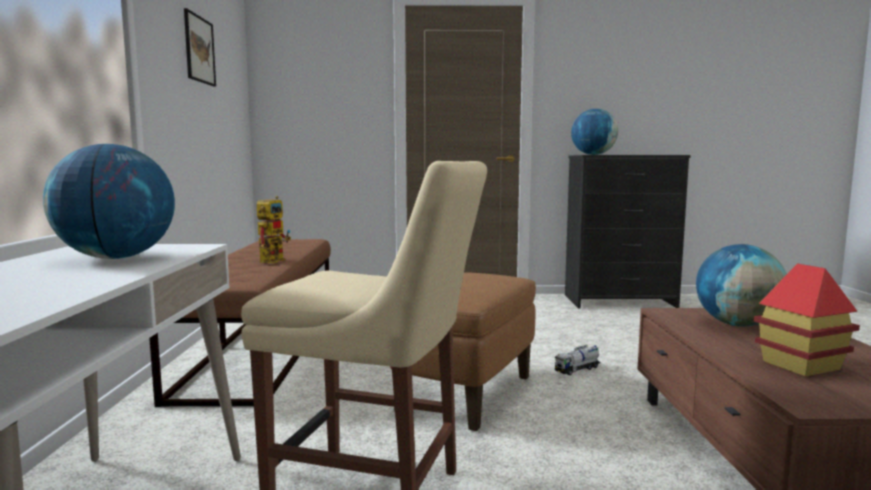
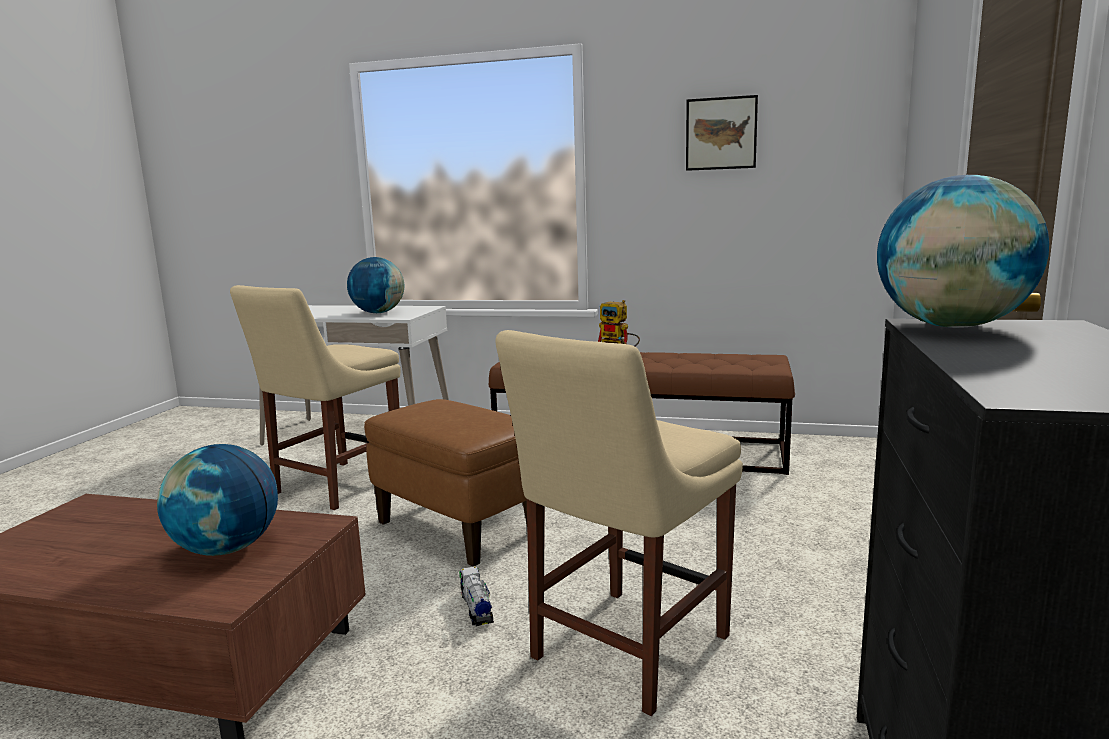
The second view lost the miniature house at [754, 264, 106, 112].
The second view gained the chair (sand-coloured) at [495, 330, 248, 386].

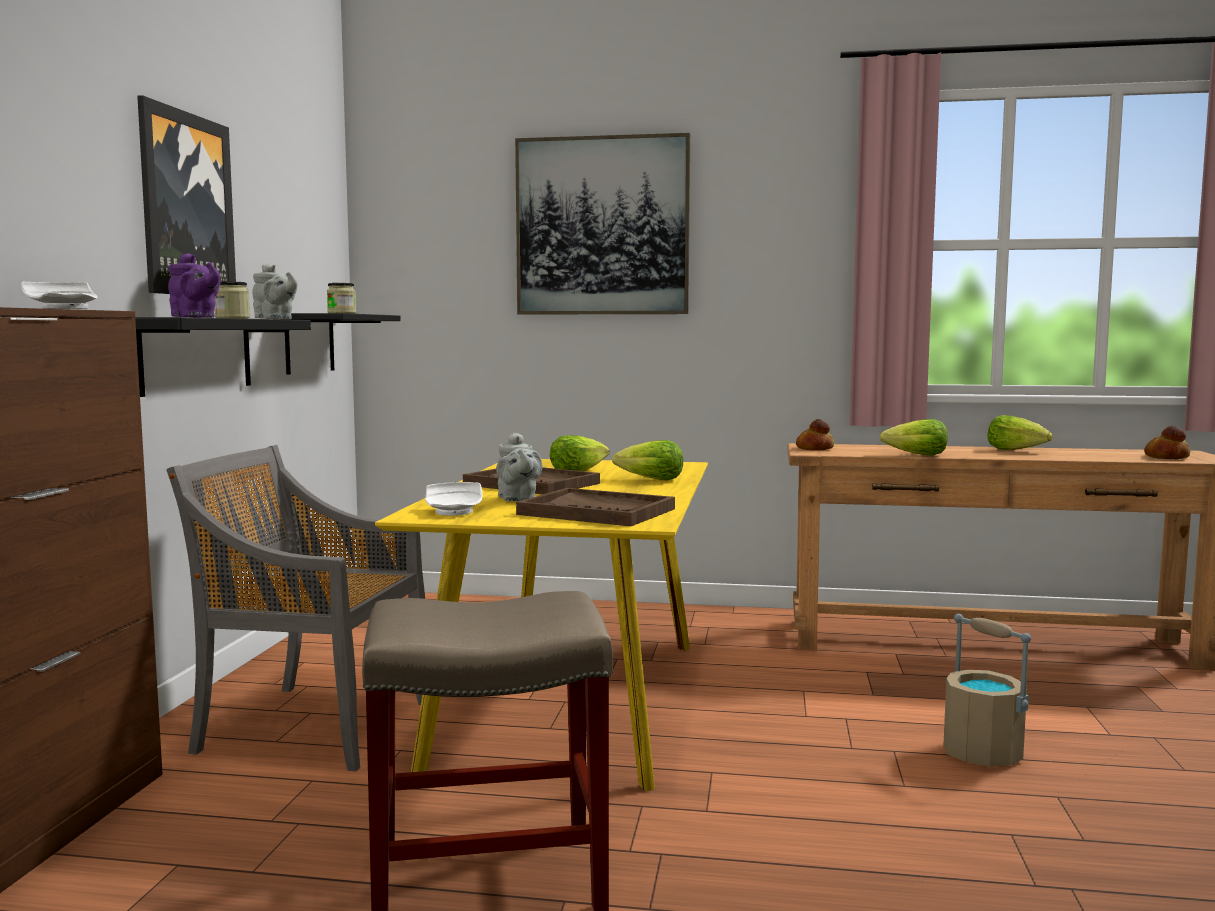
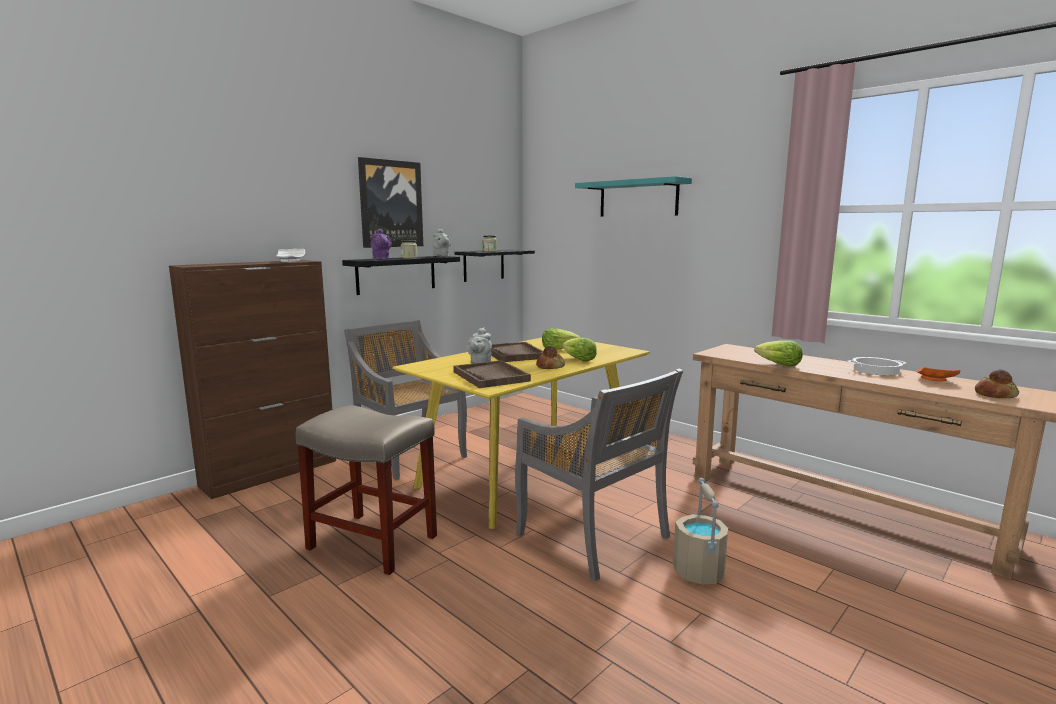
Where the wall picture hung at [515, 133, 175, 182], the bracket shelf (turquoise) came to hang at [575, 176, 117, 41].
Where the lettuce stood at [987, 415, 66, 35], the cooking pot came to stand at [848, 357, 58, 19].
The baked bread ended up elsewhere, having gone from [796, 419, 38, 31] to [536, 346, 29, 23].
The second view lost the dinner plate (whitish) at [425, 482, 58, 34].
The second view gained the dinner plate (orangey) at [917, 367, 44, 14].
The second view gained the chair (gray) at [515, 369, 168, 212].

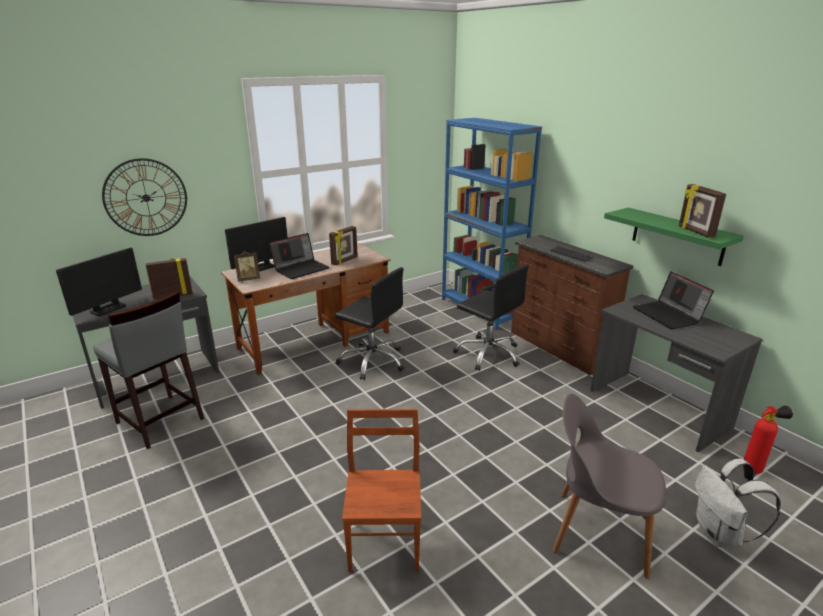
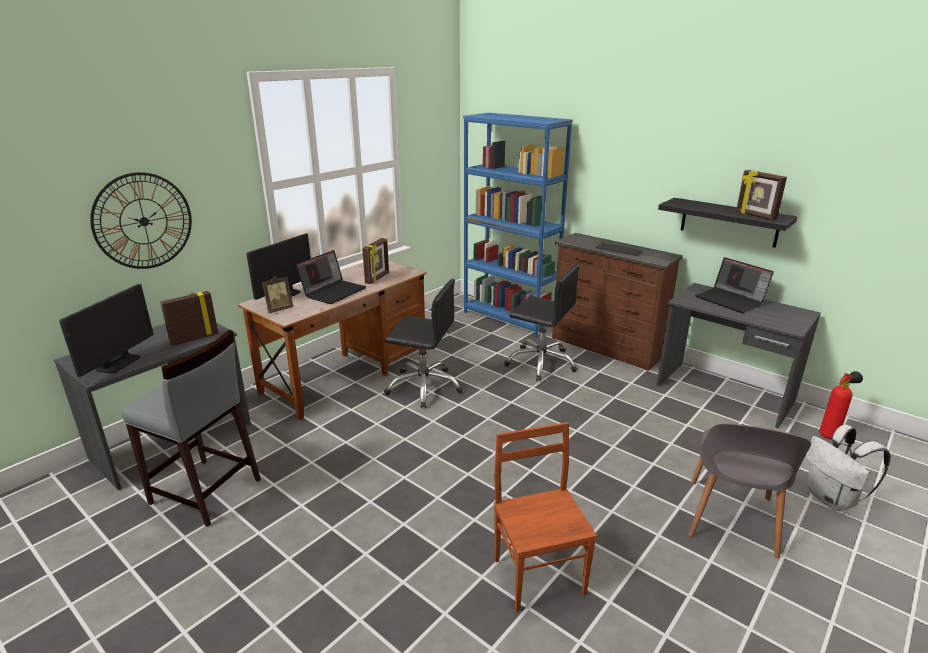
What was the bracket shelf (greenish) at [604, 208, 140, 58] turned into the bracket shelf (black) at [658, 198, 139, 50].
The chair (gray) at [553, 394, 113, 185] ended up facing another way, 75 degrees counterclockwise from before.

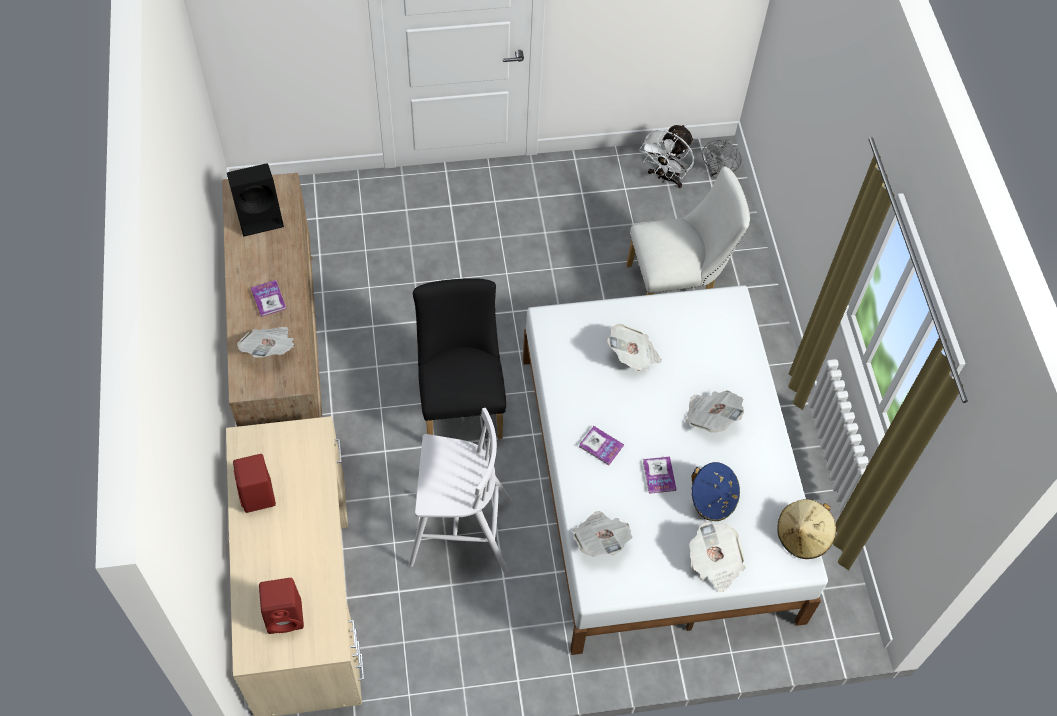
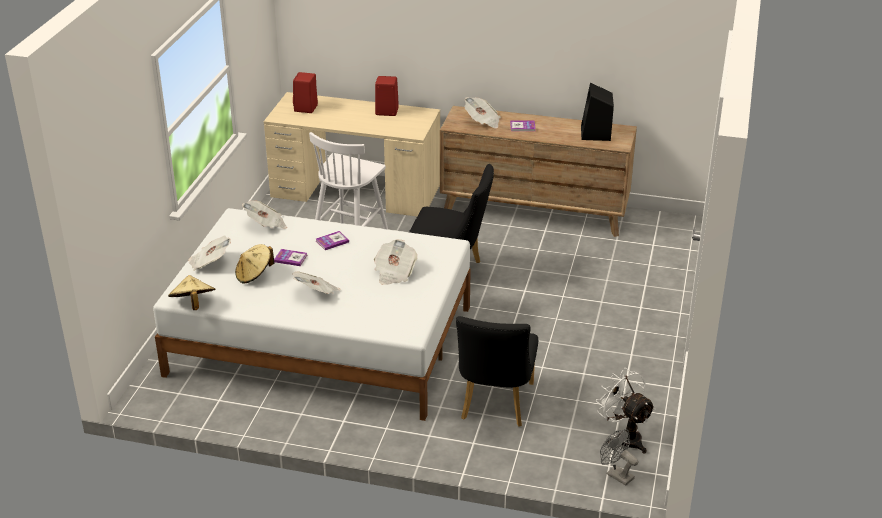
What was the chair (whitish) at [626, 166, 124, 129] turned into the chair (black) at [456, 316, 82, 111].
What was the clothing hat (blue) at [691, 462, 49, 59] turned into the clothing hat (sand-coloured) at [235, 244, 39, 40].

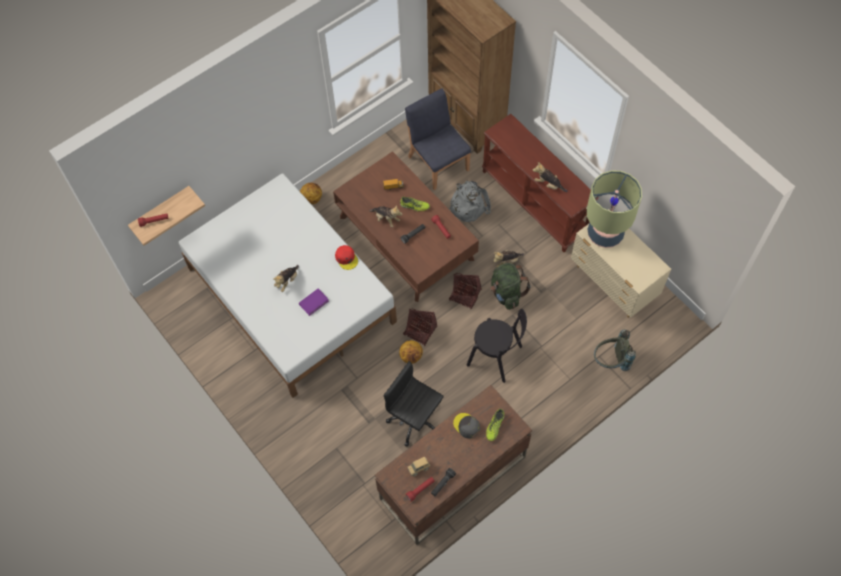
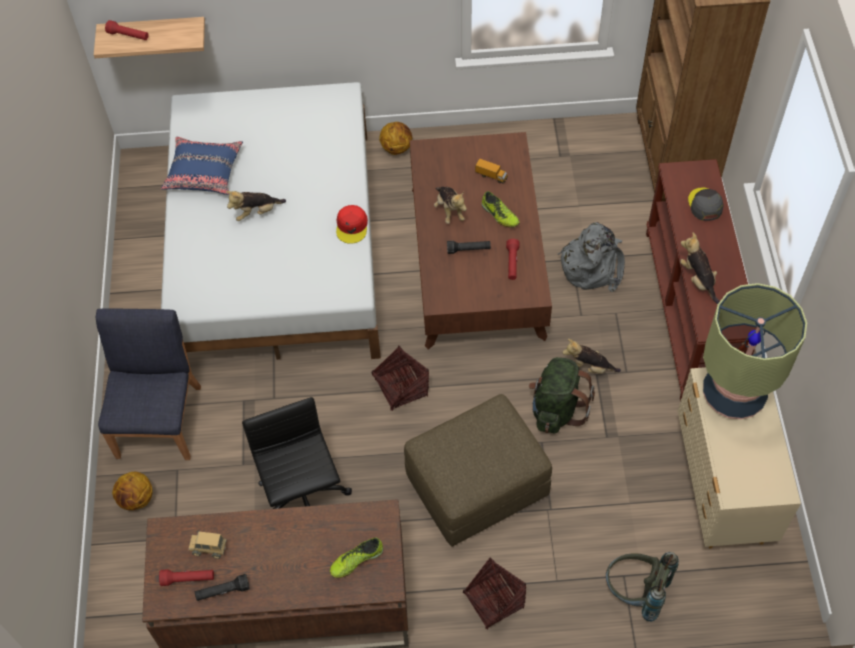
The chair (blue) ended up elsewhere, having gone from [405, 88, 66, 102] to [96, 309, 105, 151].
The basket ended up elsewhere, having gone from [449, 273, 32, 36] to [463, 557, 63, 72].
The second view lost the book (purplish) at [299, 288, 30, 28].
Where the chair (black) stood at [467, 309, 60, 74], the footrest (brownish) came to stand at [404, 394, 148, 153].
The basketball ended up elsewhere, having gone from [399, 340, 24, 24] to [112, 472, 41, 38].
The peaked cap (gray) ended up elsewhere, having gone from [453, 413, 27, 26] to [688, 188, 36, 33].
The second view gained the cushion (blue) at [161, 137, 82, 58].

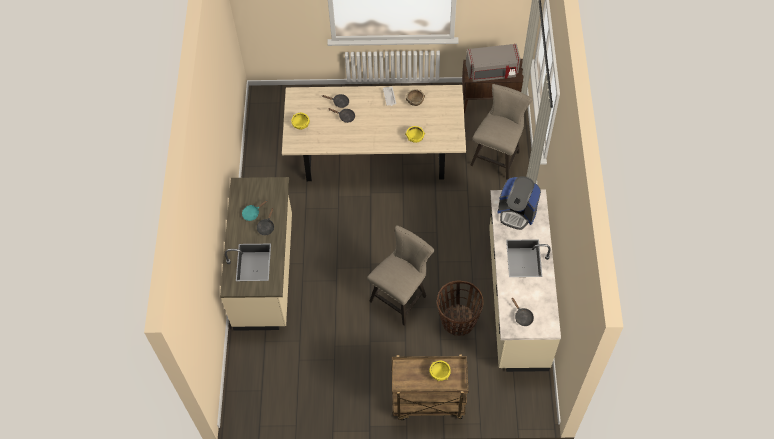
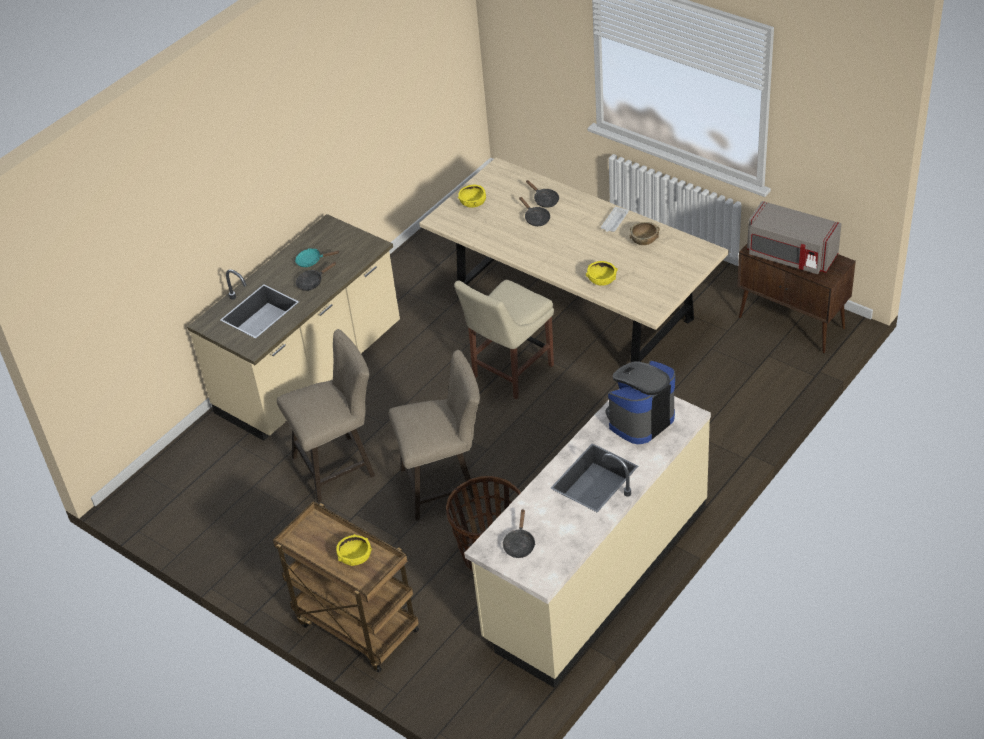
The stool seat (sand-coloured) ended up elsewhere, having gone from [470, 84, 63, 96] to [277, 329, 98, 174].
The coffee brewer at [497, 176, 44, 54] ended up facing another way, 75 degrees clockwise from before.
The second view gained the chair (sand-coloured) at [454, 280, 100, 120].

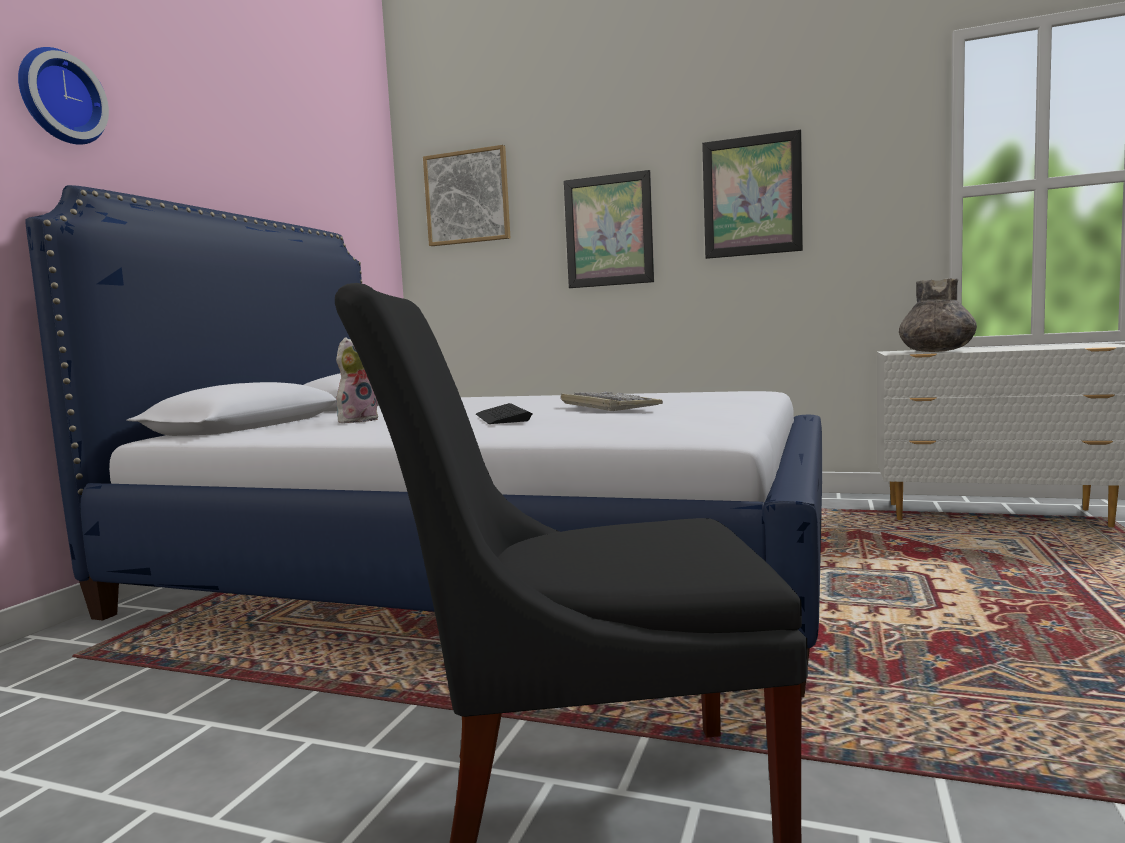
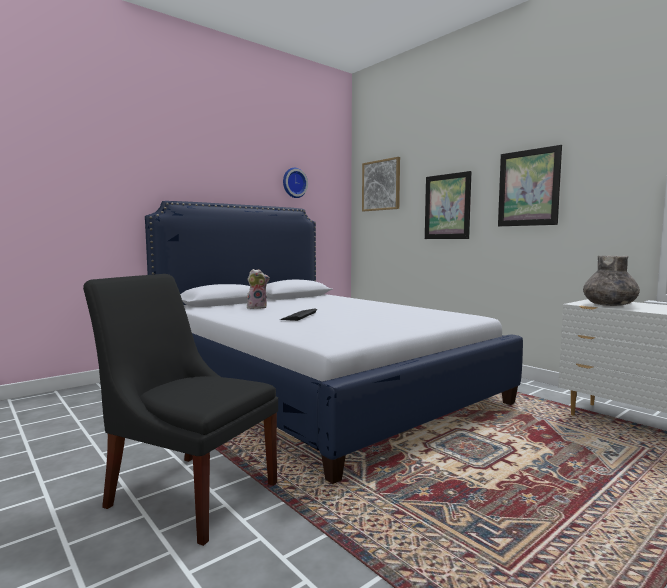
The wall clock ended up elsewhere, having gone from [18, 47, 91, 98] to [283, 168, 25, 30].
The second view lost the PC keyboard at [561, 391, 102, 20].

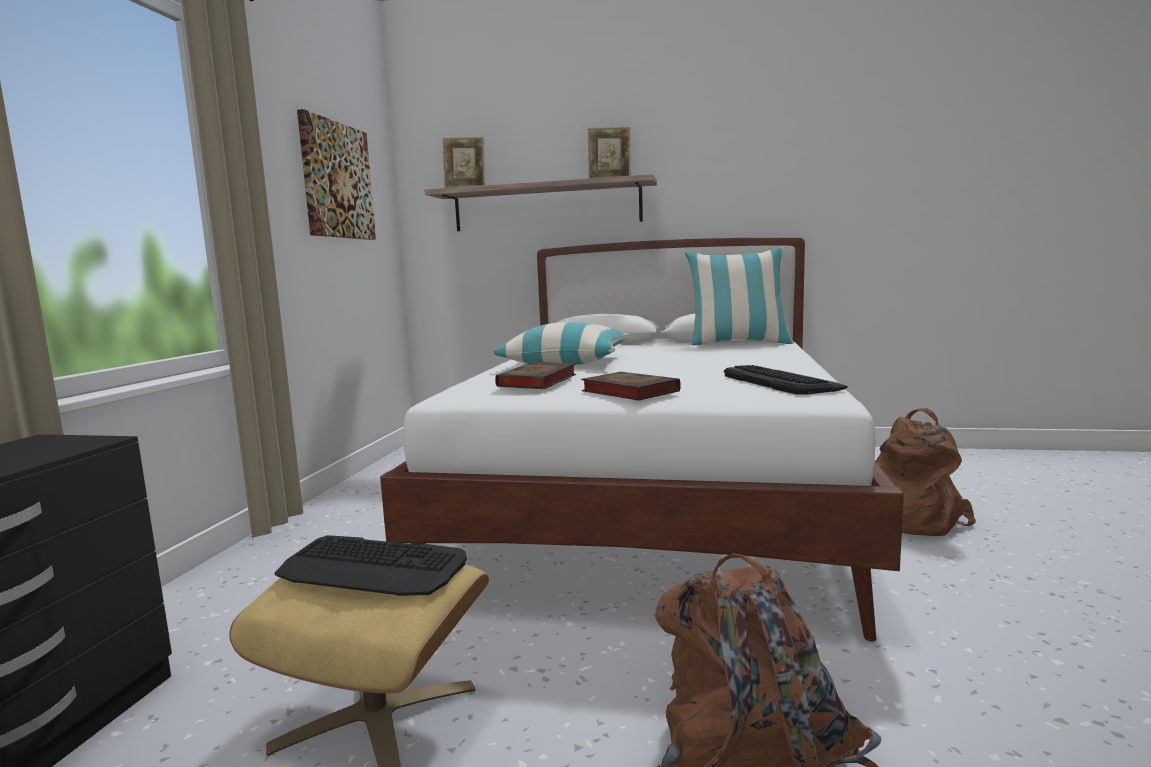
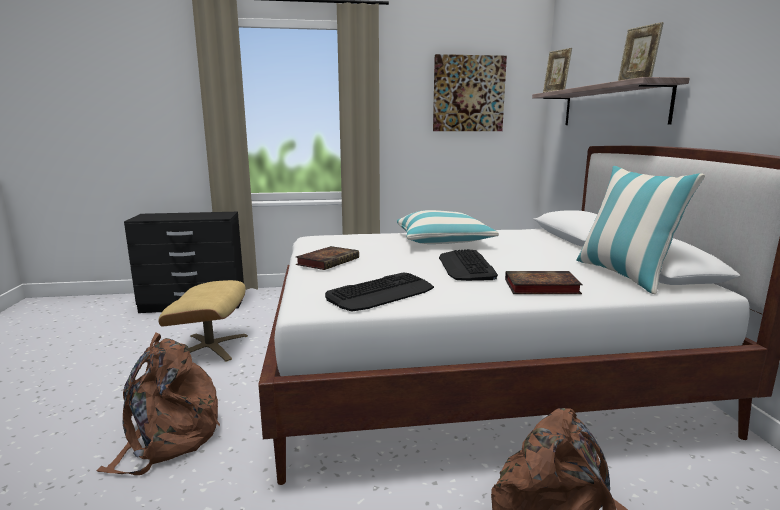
The book ended up elsewhere, having gone from [495, 362, 81, 27] to [505, 271, 78, 23].
The PC keyboard ended up elsewhere, having gone from [275, 535, 192, 61] to [439, 249, 59, 32].

